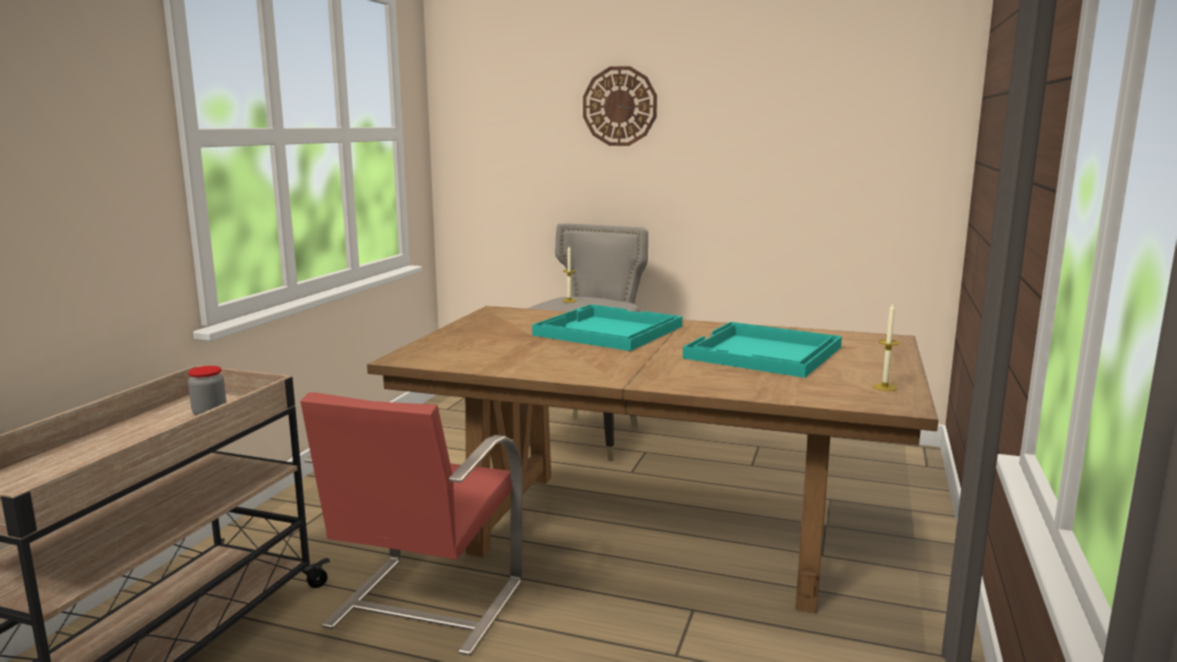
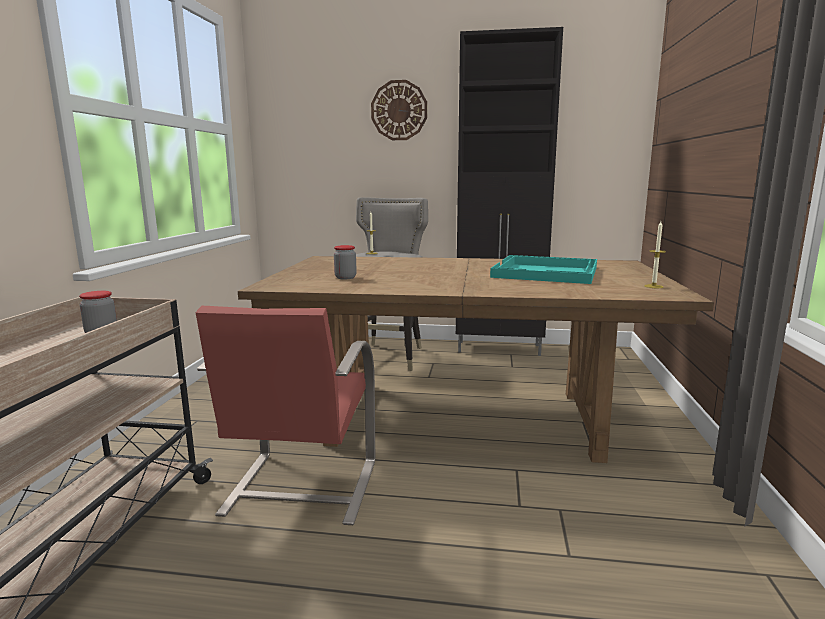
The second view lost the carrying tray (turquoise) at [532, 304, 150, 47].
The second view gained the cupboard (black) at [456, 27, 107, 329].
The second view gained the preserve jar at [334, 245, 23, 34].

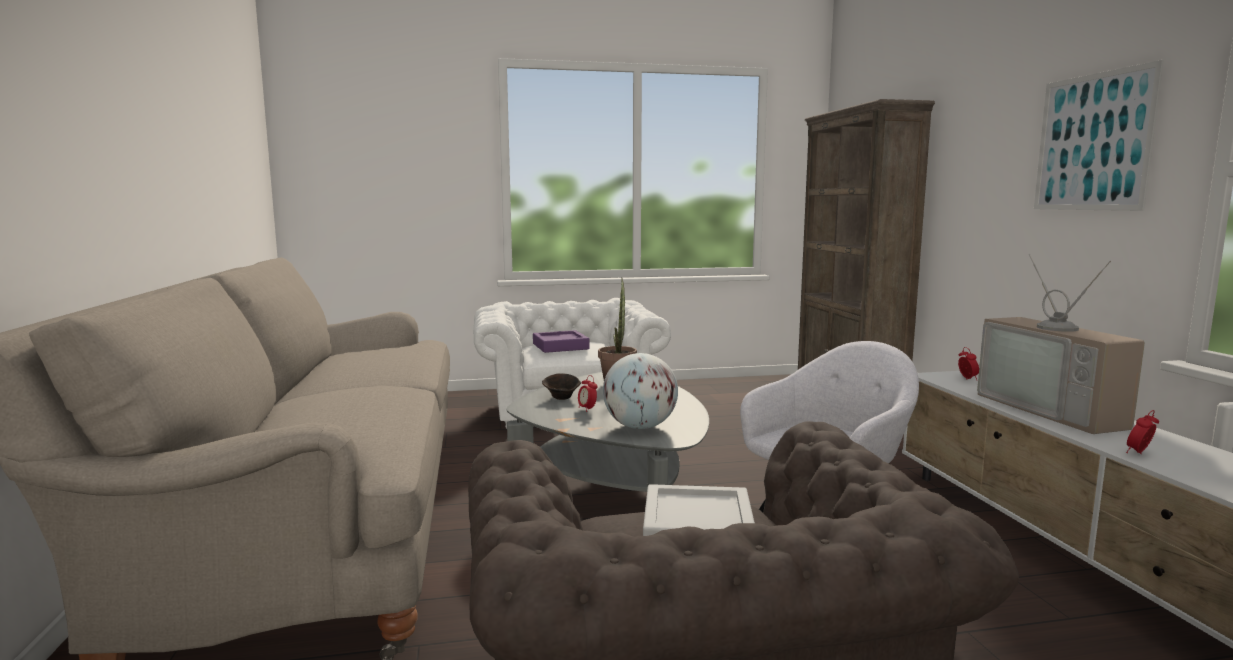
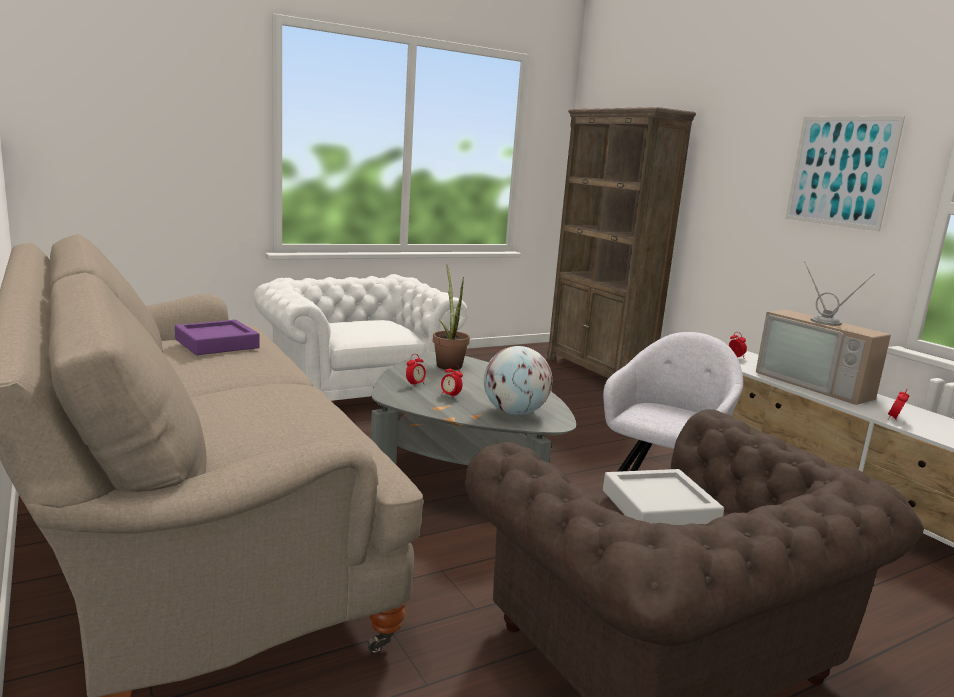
The carrying tray (purplish) ended up elsewhere, having gone from [533, 330, 57, 23] to [175, 320, 85, 35].
Where the deep dish (brownish) stood at [542, 373, 39, 27], the table clock came to stand at [406, 354, 20, 33].

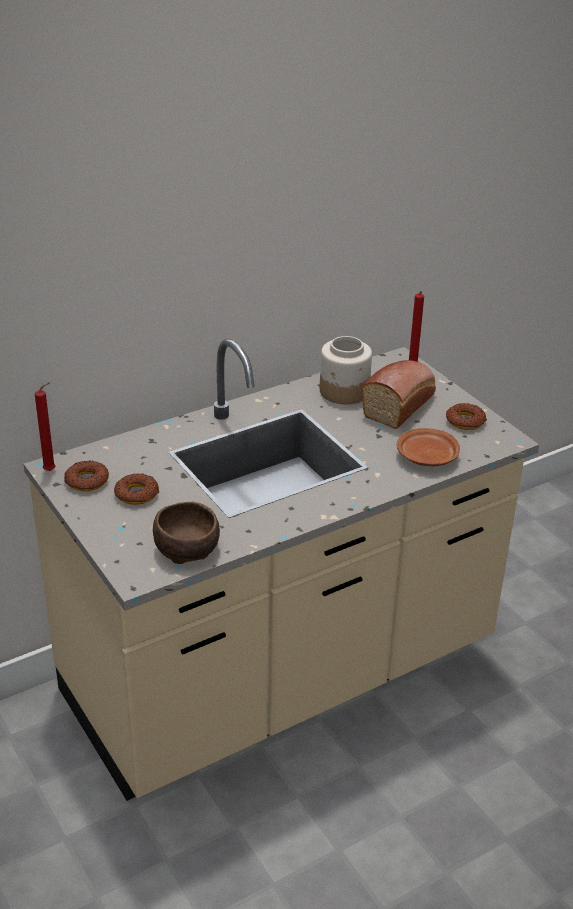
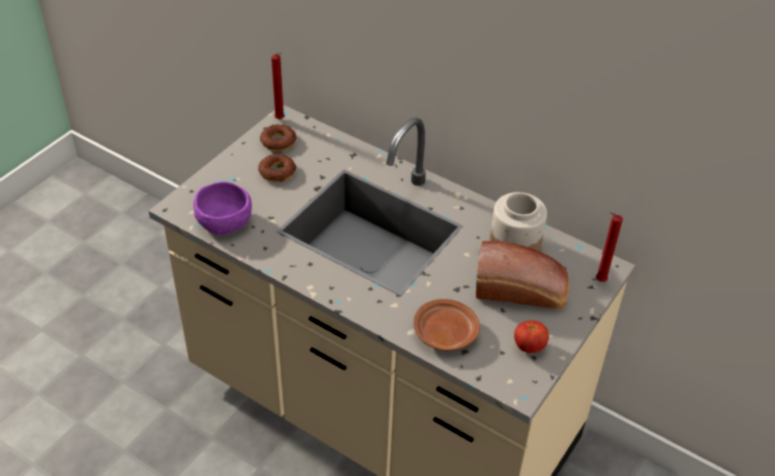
Where the doughnut stood at [446, 403, 41, 27], the tomato came to stand at [514, 321, 35, 32].
What was the deep dish (brownish) at [153, 502, 67, 62] turned into the deep dish (purplish) at [193, 181, 59, 54].

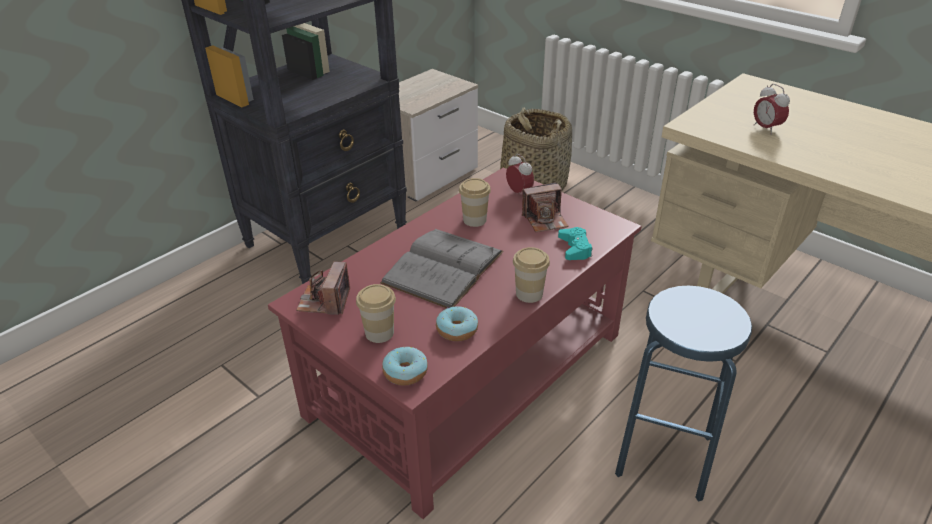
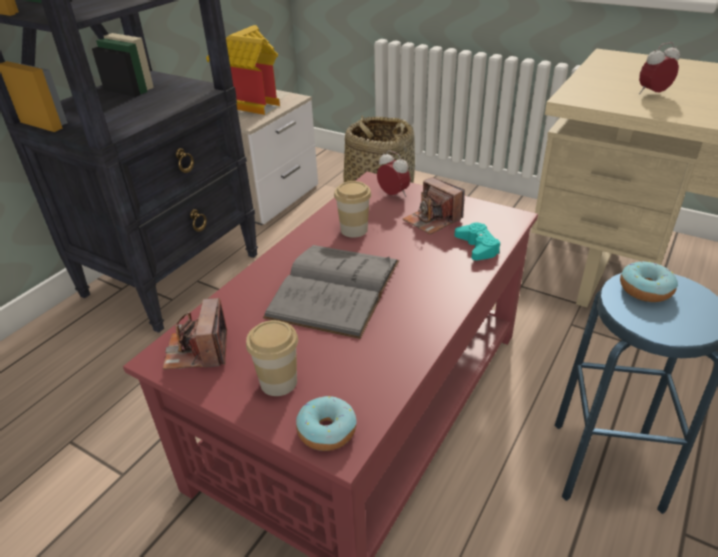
The table clock at [754, 84, 36, 51] ended up facing another way, 105 degrees clockwise from before.
The still camera at [522, 182, 47, 50] ended up facing another way, 75 degrees clockwise from before.
The second view lost the drinking cup at [513, 247, 37, 56].
The doughnut ended up elsewhere, having gone from [436, 306, 42, 35] to [620, 261, 58, 41].
The second view gained the miniature house at [206, 25, 74, 90].

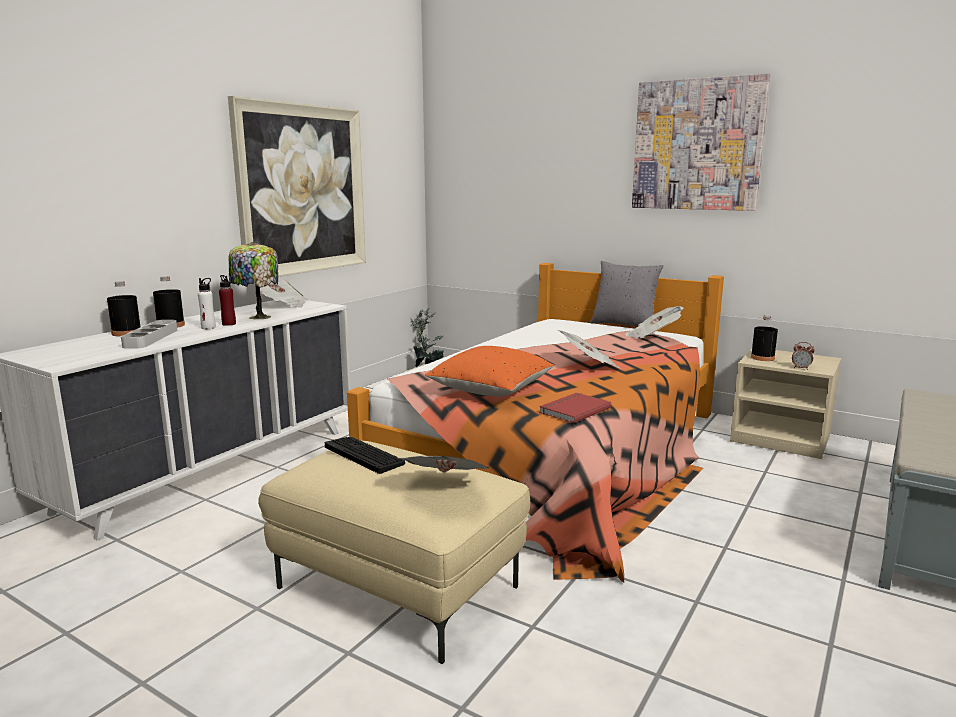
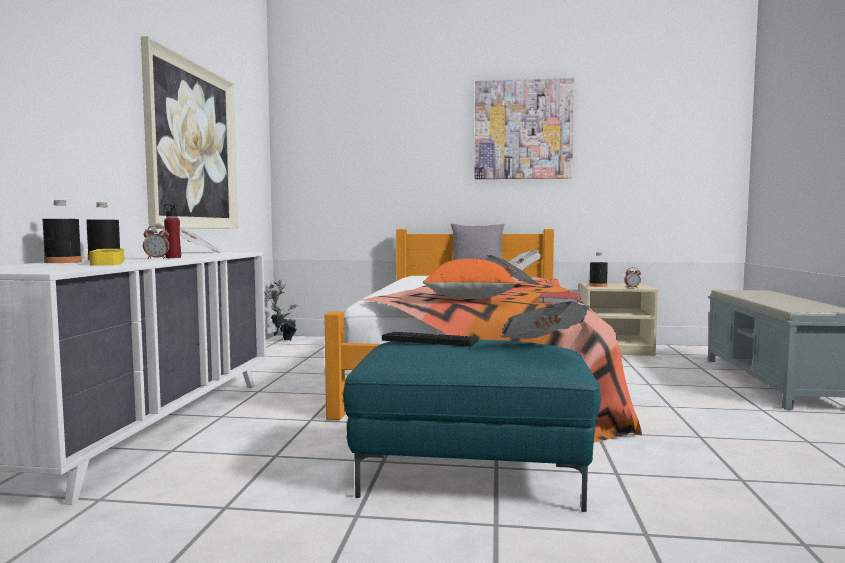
The second view lost the tabletop lamp at [228, 242, 50, 77].
Where the bottle (whitish) stood at [198, 278, 18, 51], the table clock came to stand at [143, 225, 27, 34].
What was the carrying tray (gray) at [121, 320, 56, 28] turned into the carrying tray (yellow) at [89, 249, 35, 17].
What was the footrest (sand-coloured) at [258, 441, 272, 223] turned into the footrest (turquoise) at [343, 340, 258, 172].

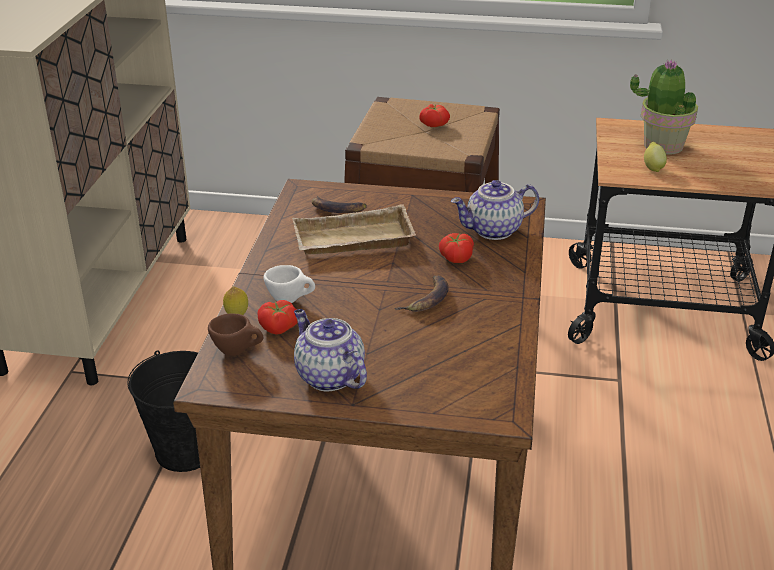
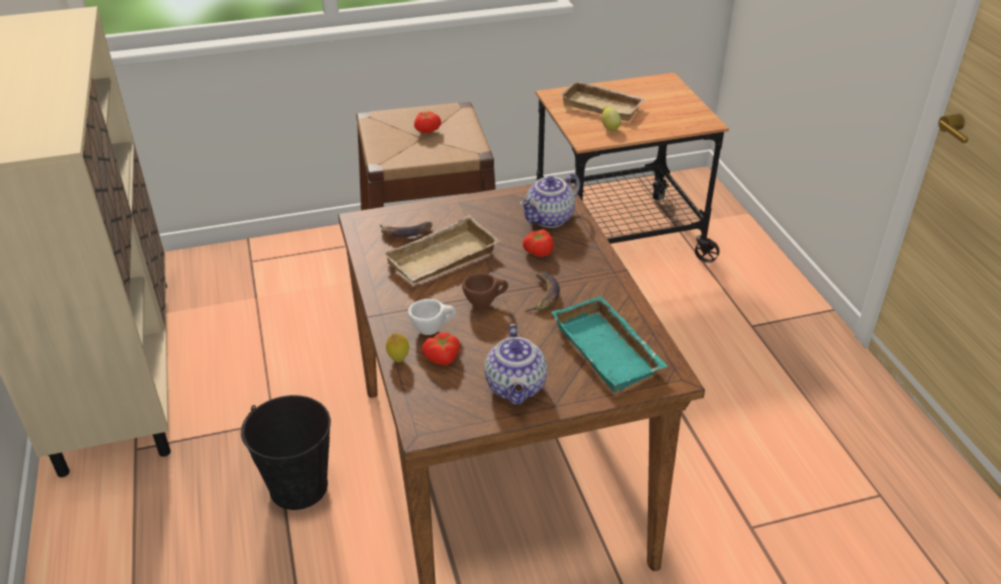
Where the potted plant stood at [630, 59, 68, 96], the carrying tray (sand-coloured) came to stand at [560, 80, 85, 41].
The teapot at [294, 309, 73, 82] ended up facing another way, 120 degrees counterclockwise from before.
The drinking cup (brownish) ended up elsewhere, having gone from [208, 314, 55, 42] to [462, 273, 46, 35].
The second view gained the carrying tray (turquoise) at [551, 296, 117, 97].

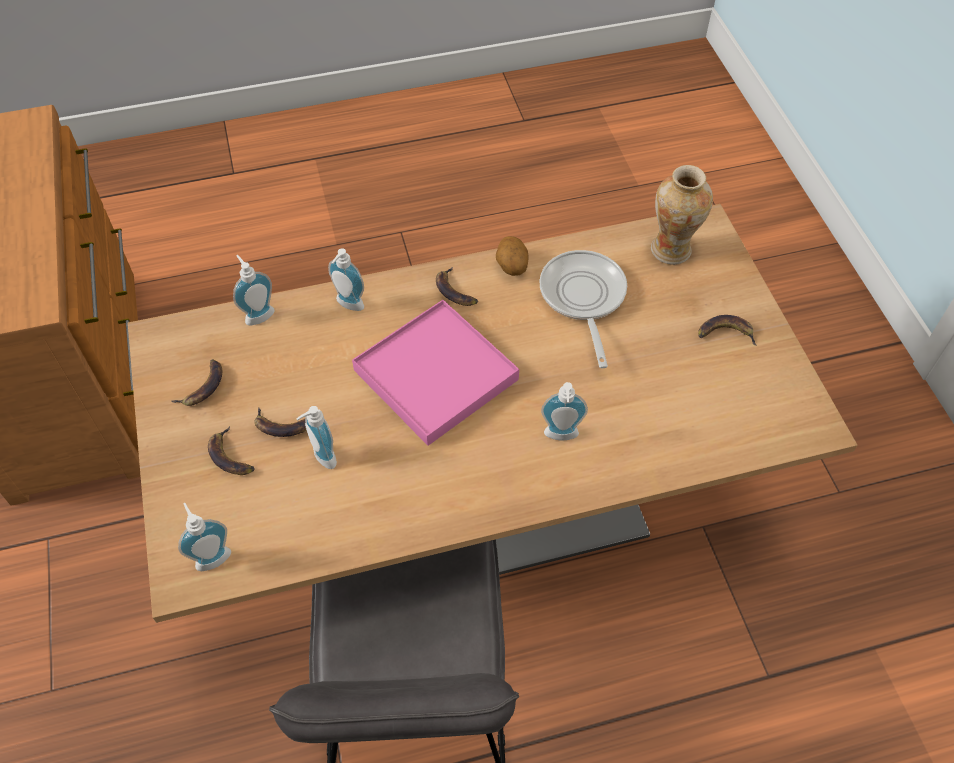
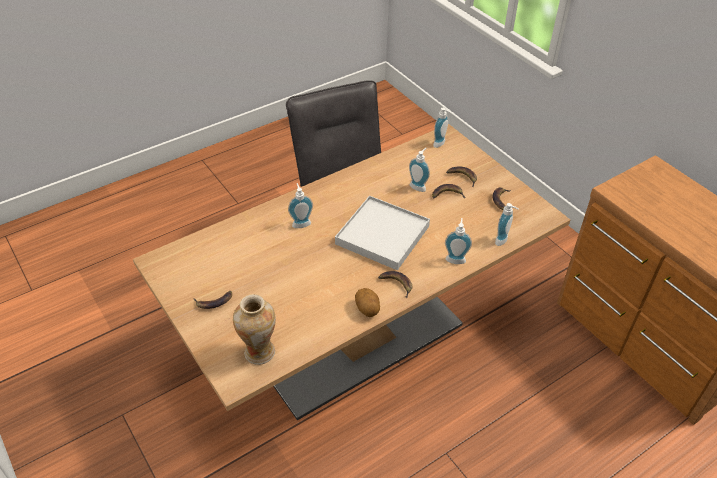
The second view lost the frying pan at [539, 250, 88, 118].
What was the carrying tray (pink) at [352, 300, 167, 146] turned into the carrying tray (whitish) at [335, 196, 95, 74].

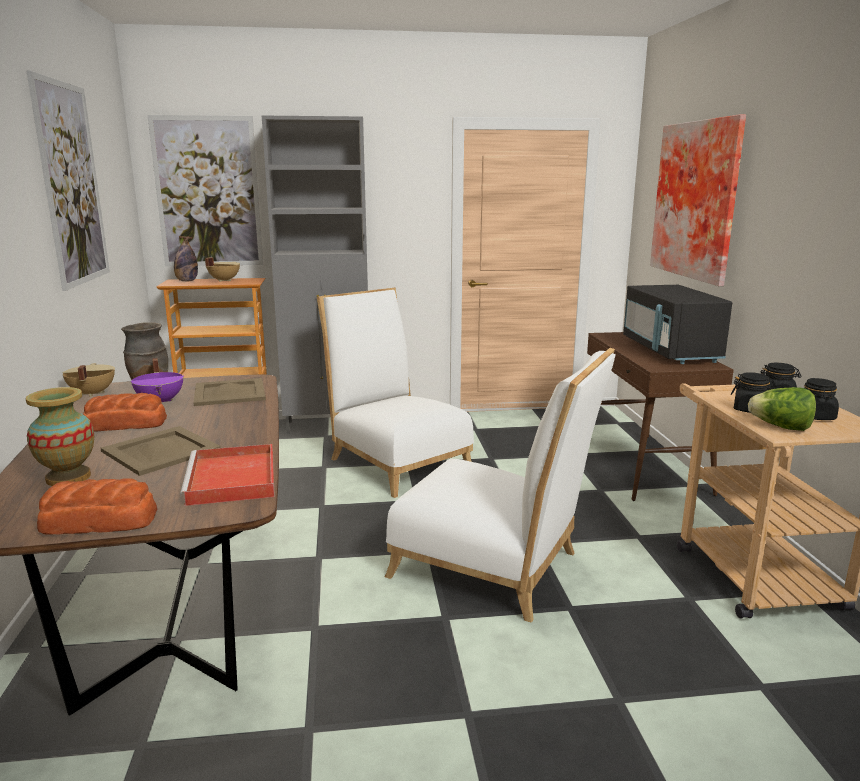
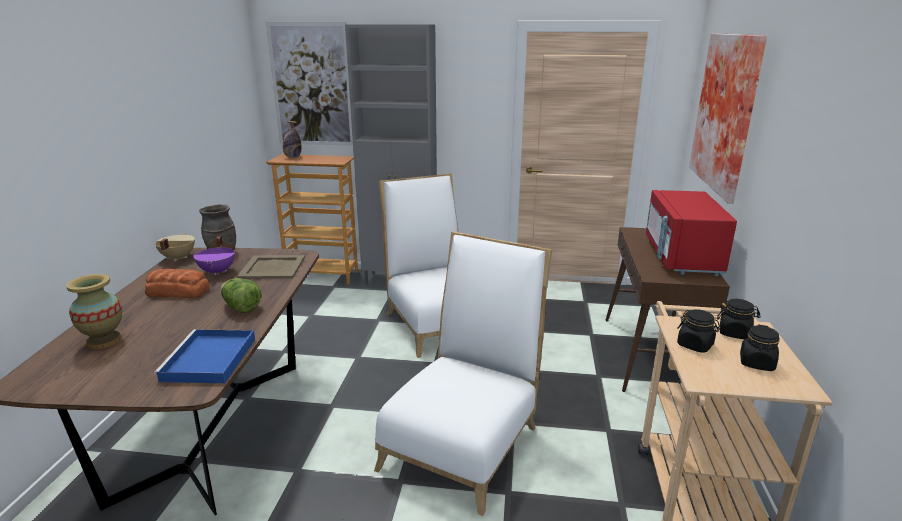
The second view lost the wall picture at [27, 71, 83, 220].
The second view lost the cooking pot (sand-coloured) at [205, 257, 35, 25].
What was the microwave oven (black) at [623, 285, 109, 79] turned into the microwave oven (reddish) at [646, 190, 91, 86].
The chair (whitish) at [385, 348, 231, 275] ended up facing another way, 105 degrees counterclockwise from before.
The lettuce ended up elsewhere, having gone from [748, 387, 68, 44] to [221, 278, 40, 35].
The second view lost the carrying tray (sand-coloured) at [101, 426, 120, 50].
What was the carrying tray (reddish) at [180, 444, 95, 62] turned into the carrying tray (blue) at [154, 329, 101, 54].
The second view lost the baked bread at [37, 478, 120, 57].

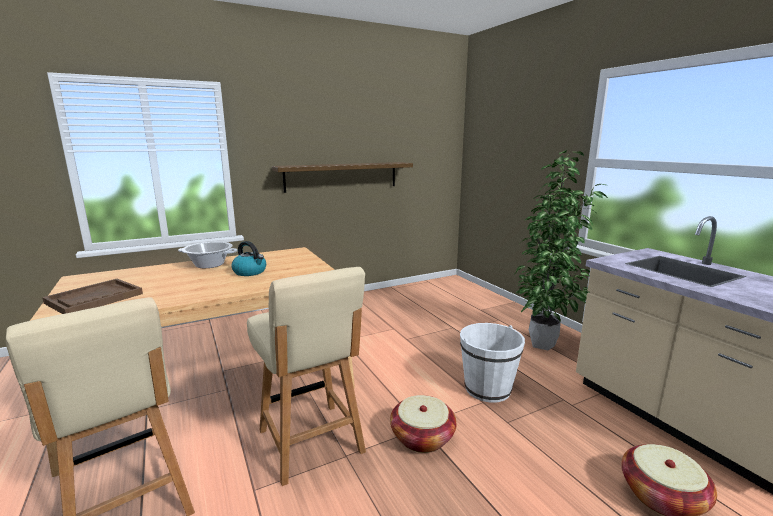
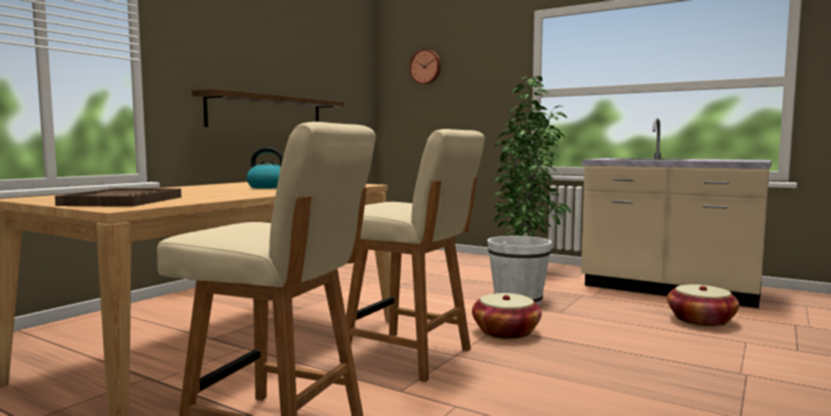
The second view lost the cooking pot at [178, 242, 60, 26].
The second view gained the wall clock at [409, 49, 32, 36].

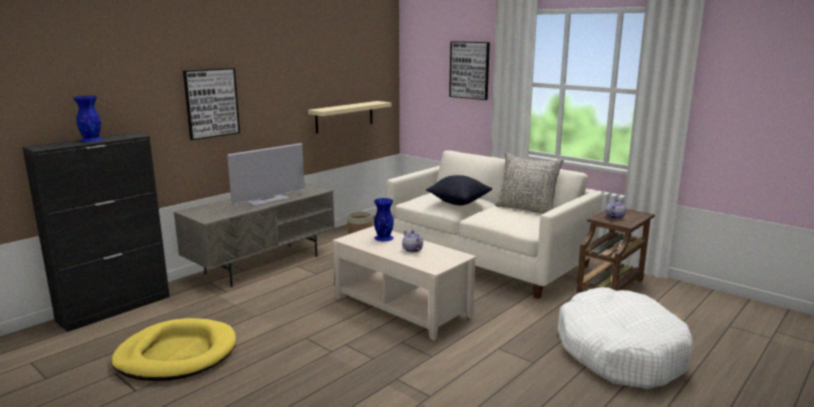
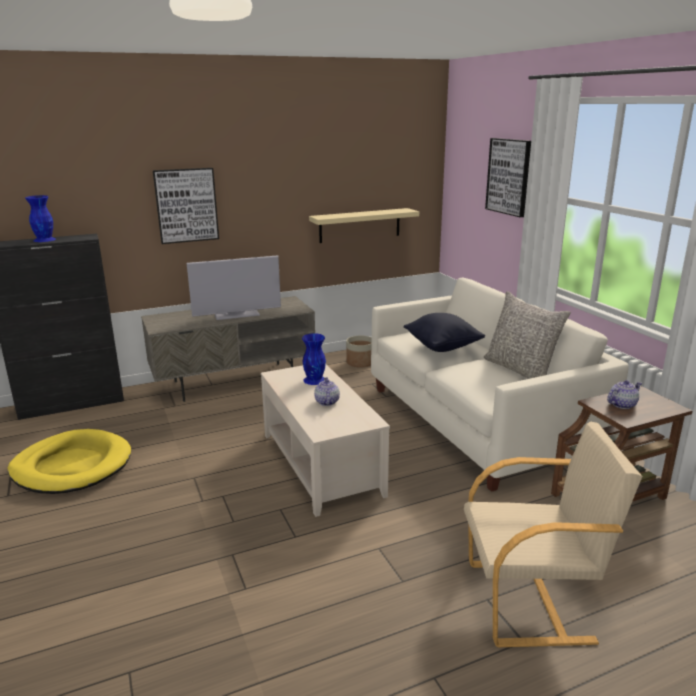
Where the dog bed (whitish) stood at [558, 287, 135, 102], the easy chair (sand-coloured) came to stand at [464, 421, 178, 226].

